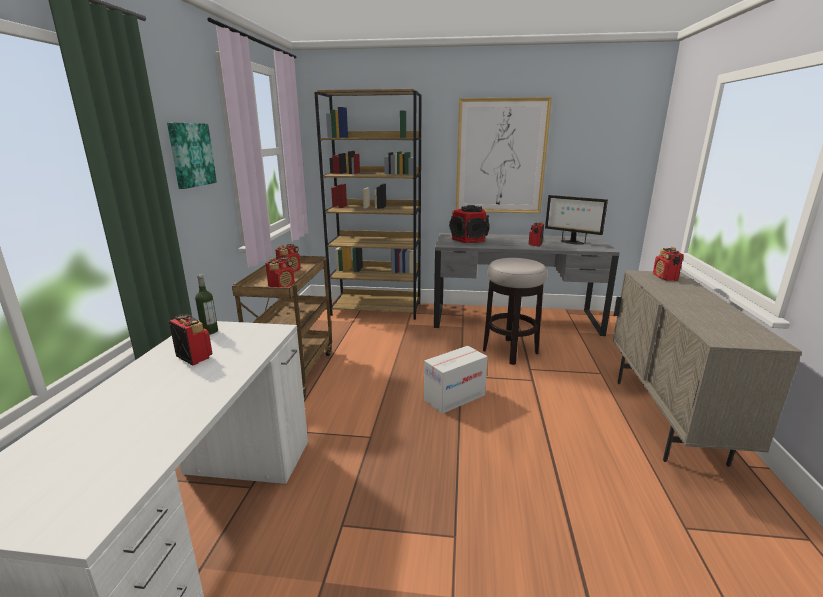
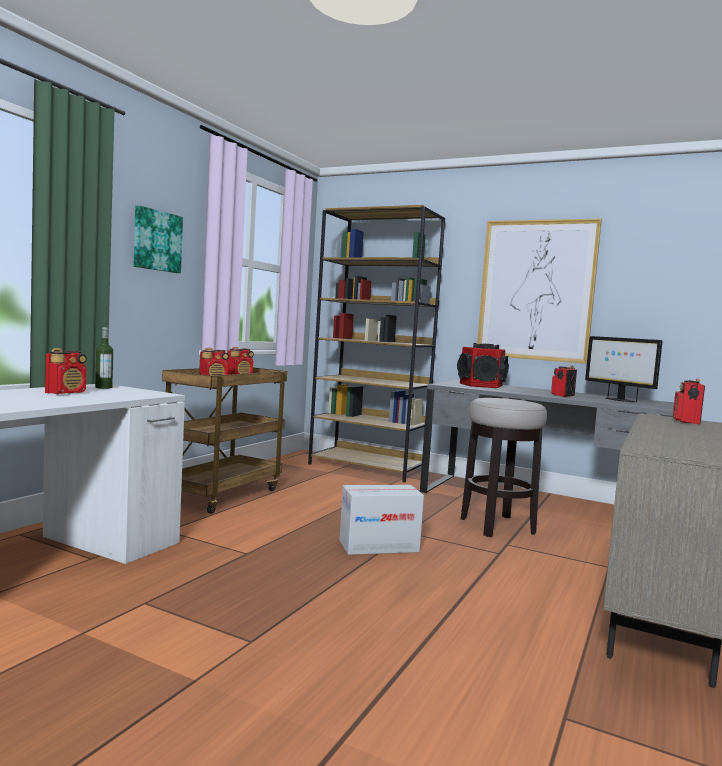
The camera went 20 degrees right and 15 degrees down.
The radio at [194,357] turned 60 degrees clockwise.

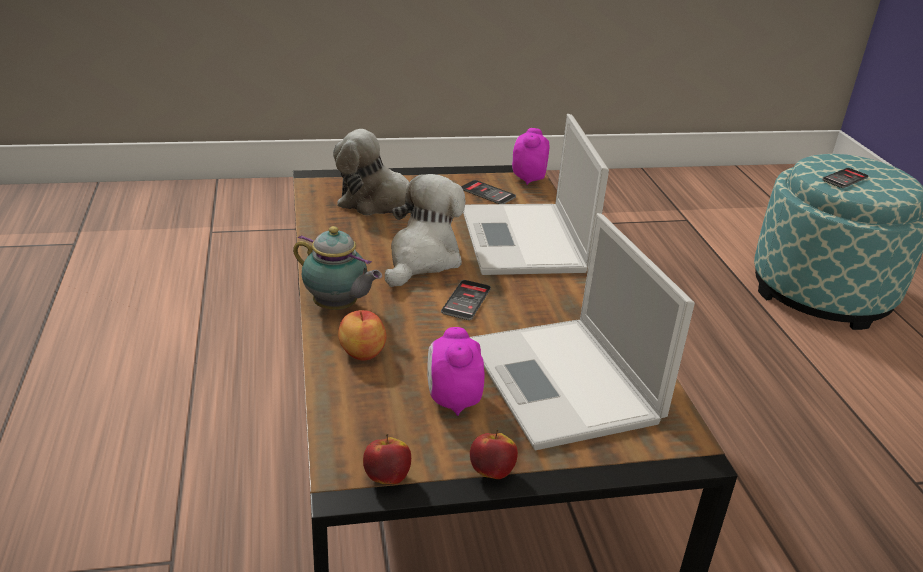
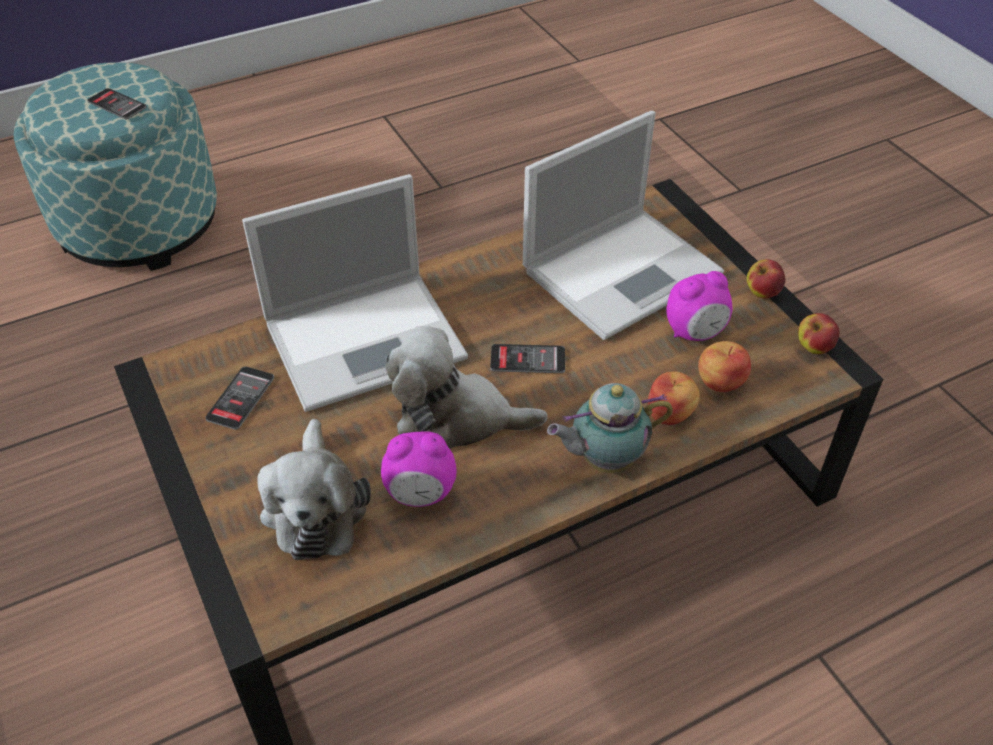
The camera went 105 degrees left and 15 degrees up.
The réveil moved from [527,178] to [420,493].
The théière at [337,308] turned 120 degrees counterclockwise.
The pomme at [720,381] appeared.

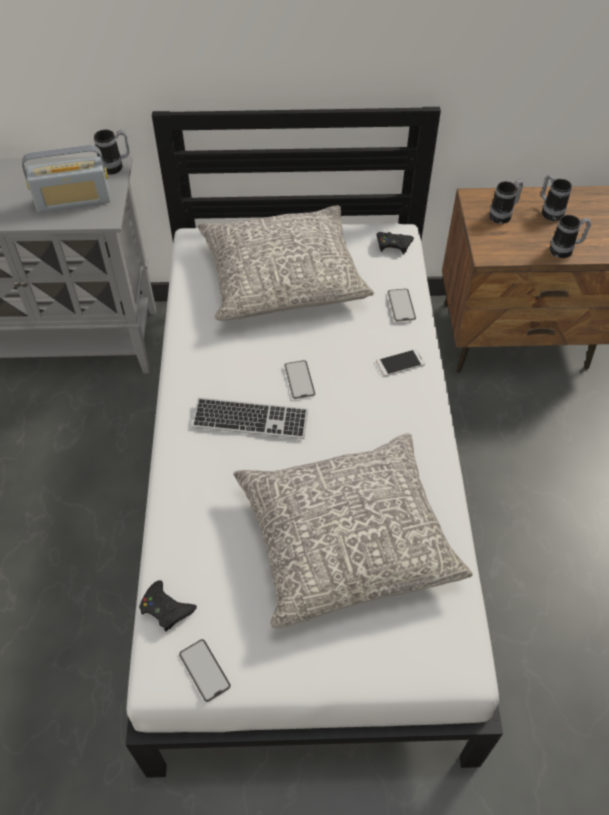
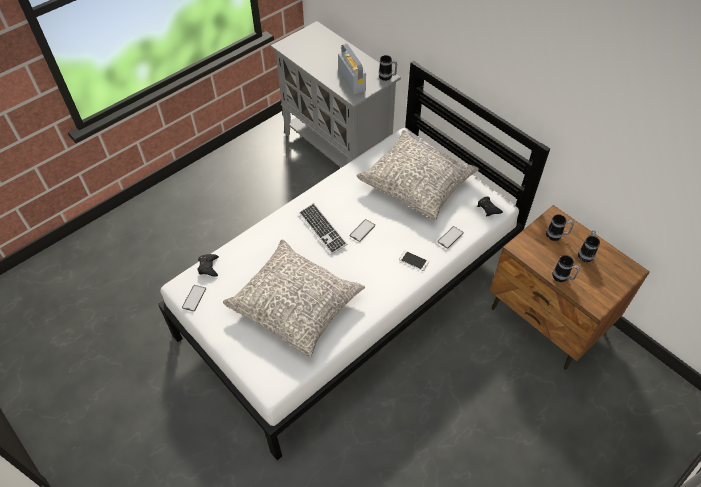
The camera went 50 degrees right and 0 degrees up.
The radio at [73,201] turned 150 degrees counterclockwise.

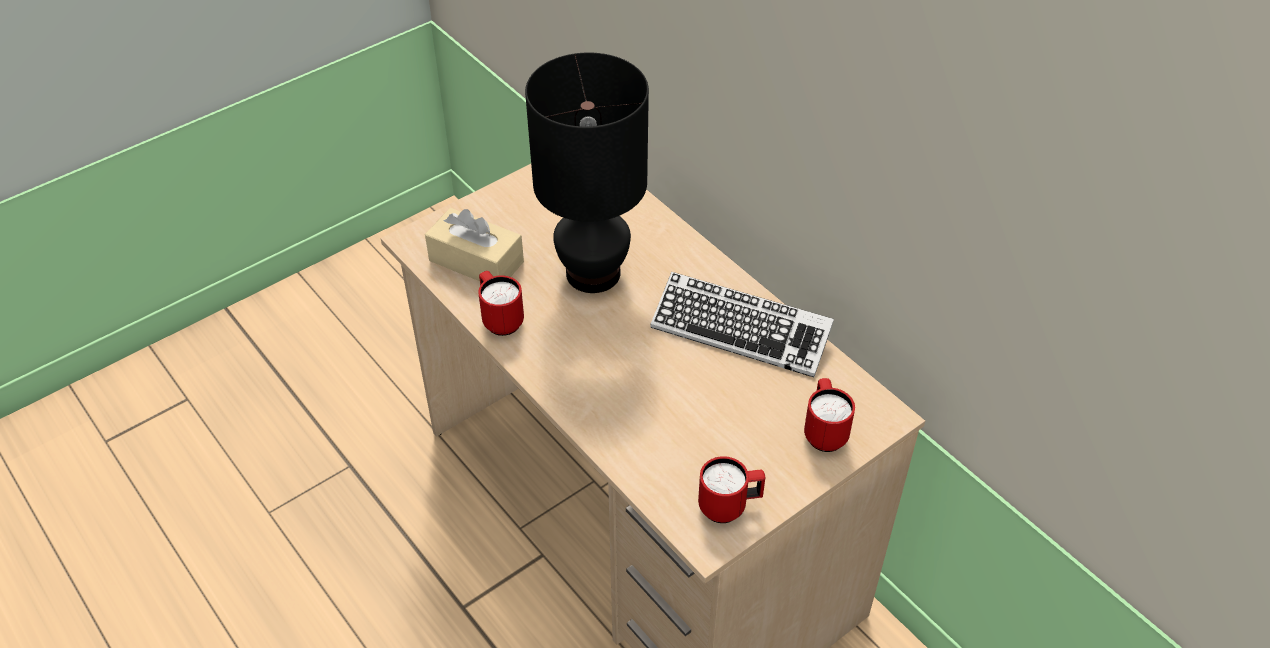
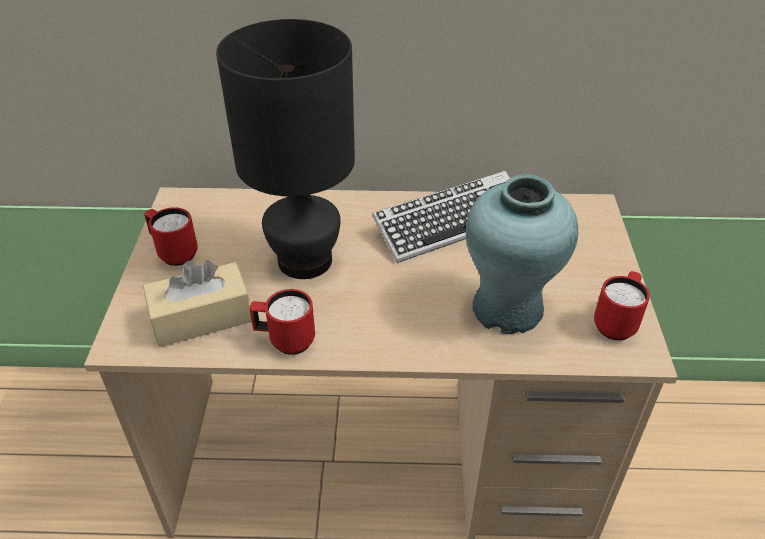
The camera went 50 degrees left and 5 degrees down.
The mug/rouge moved from [824,431] to [174,253].
The vase/turquoise at [508,309] appeared.

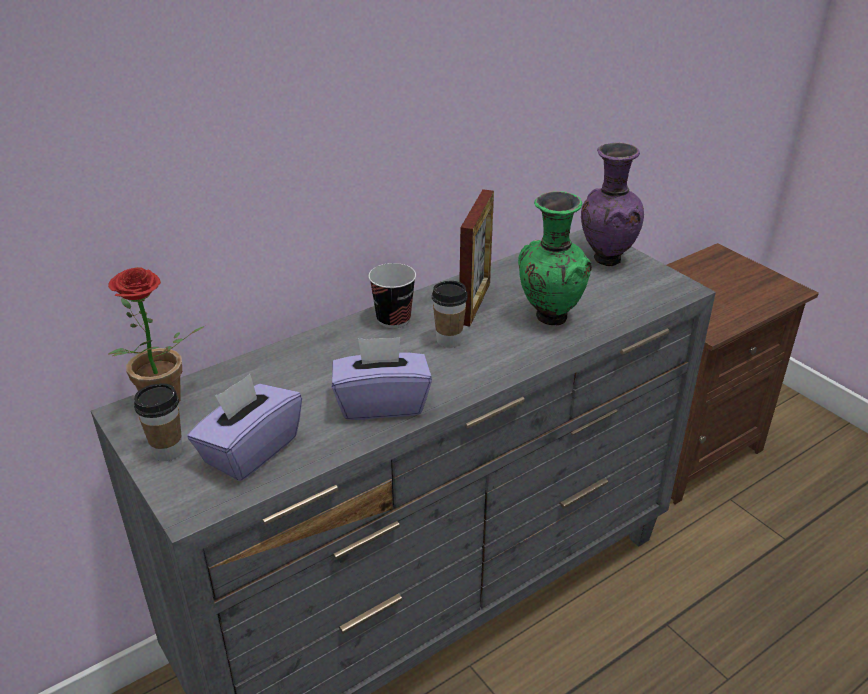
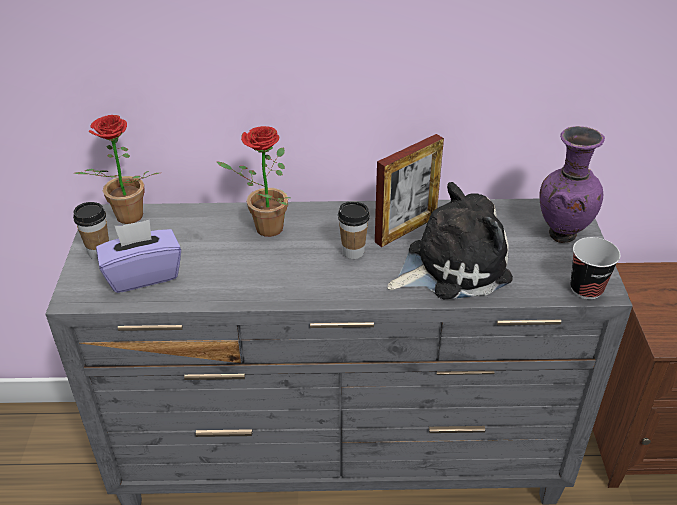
The camera went 35 degrees right and 5 degrees up.
The plante en pot at [263,229] appeared.
The vase/vert at [548,318] was replaced by the peluche at [451,266].
The tasse moved from [393,319] to [586,289].
The boîte à mouchoirs/violet at [381,403] disappeared.

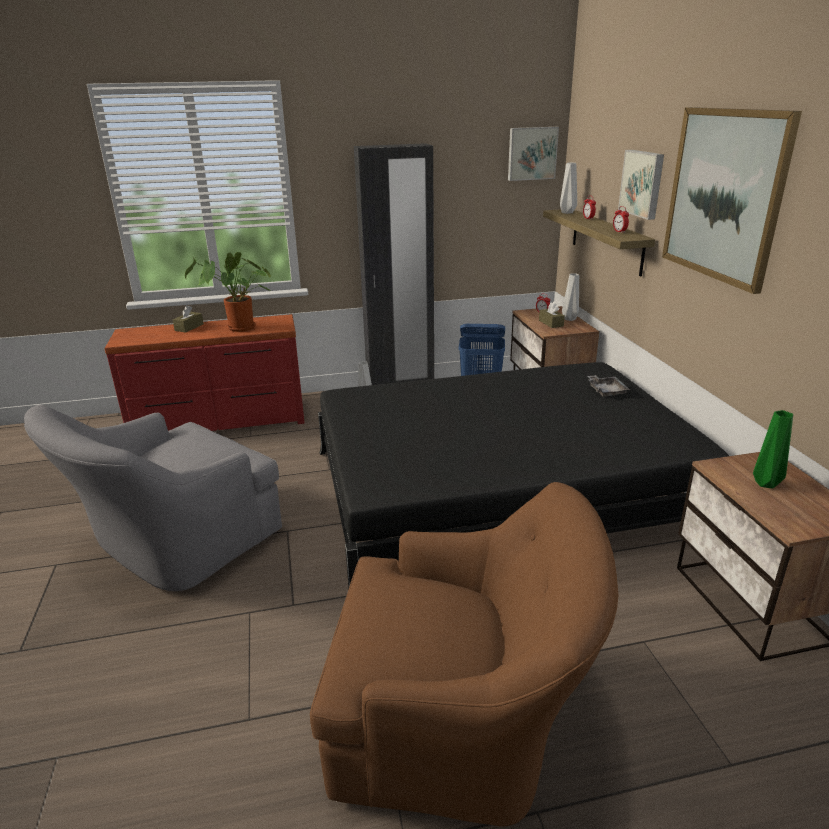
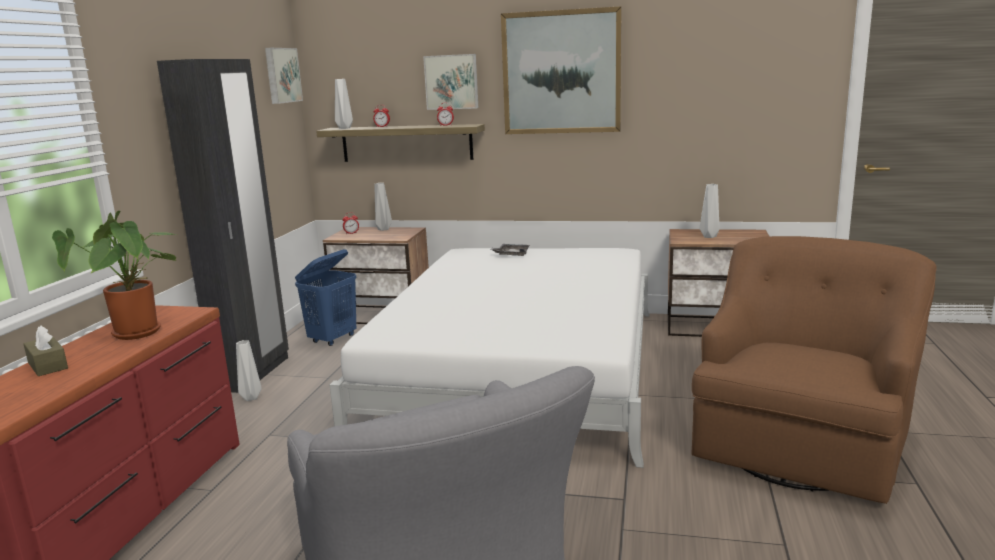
The camera went 65 degrees left and 10 degrees down.
The lit/noir at [499,491] became the lit/blanc at [519,367].
The vase/vert at [765,484] became the vase/gris at [710,236].
The boîte à mouchoirs/marron at [551,323] disappeared.

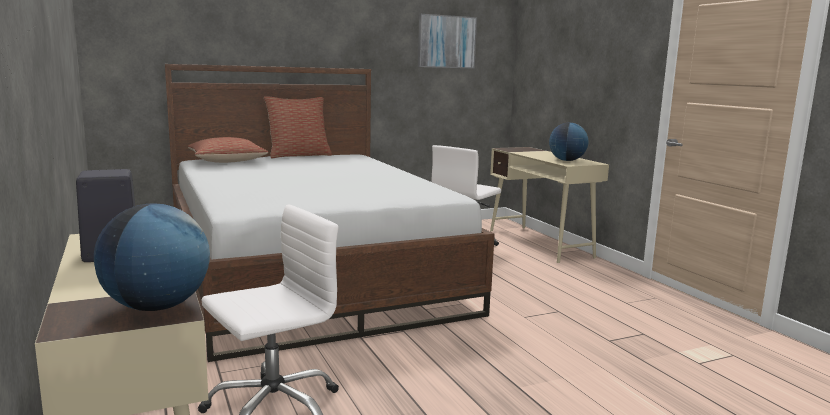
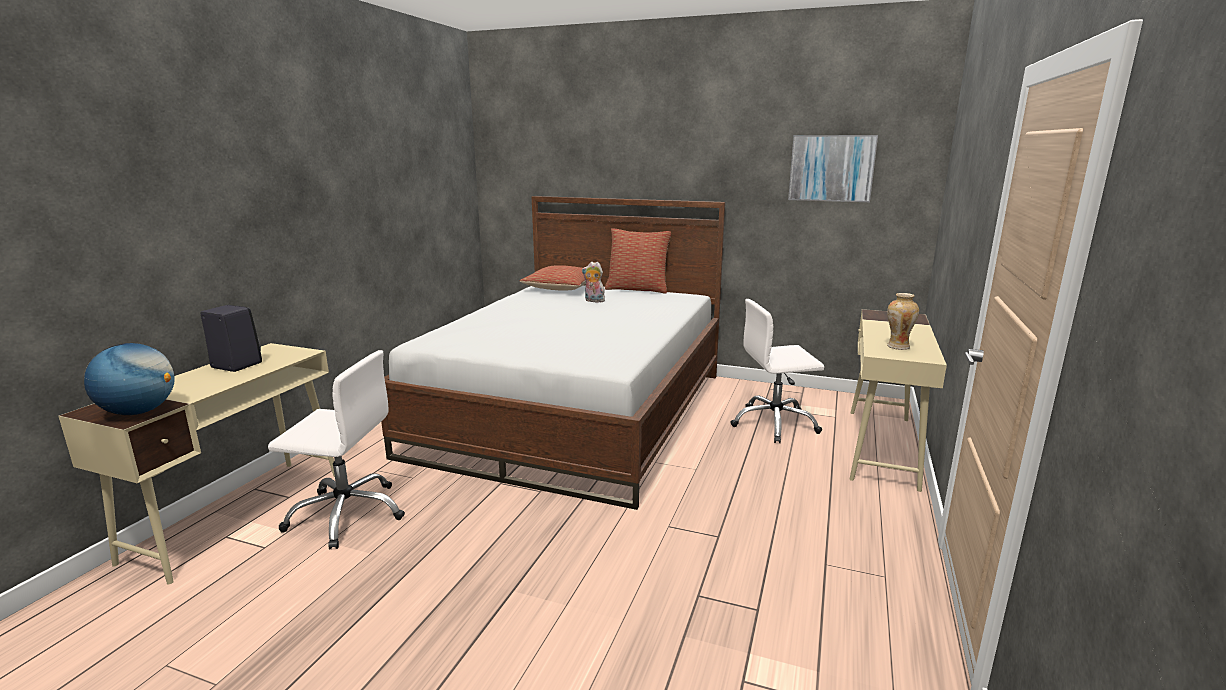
The camera went 45 degrees right and 5 degrees up.
The peluche at [593,301] appeared.
The globe at [567,160] was replaced by the vase at [897,347].

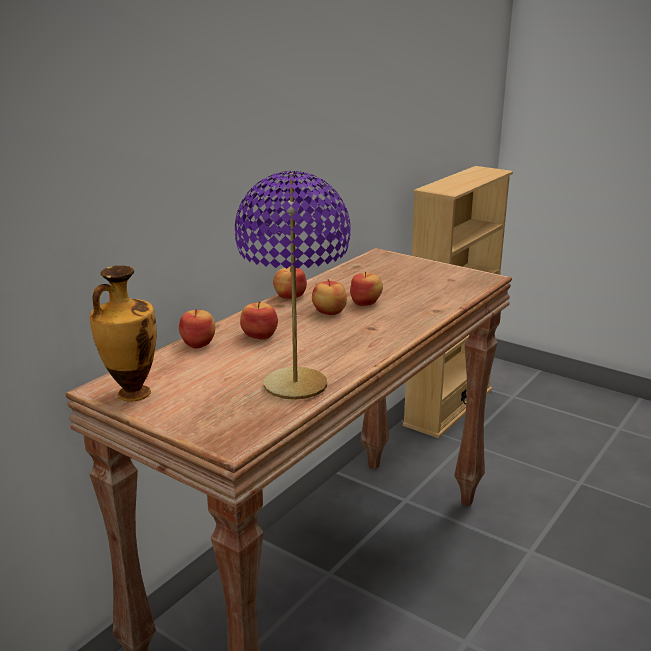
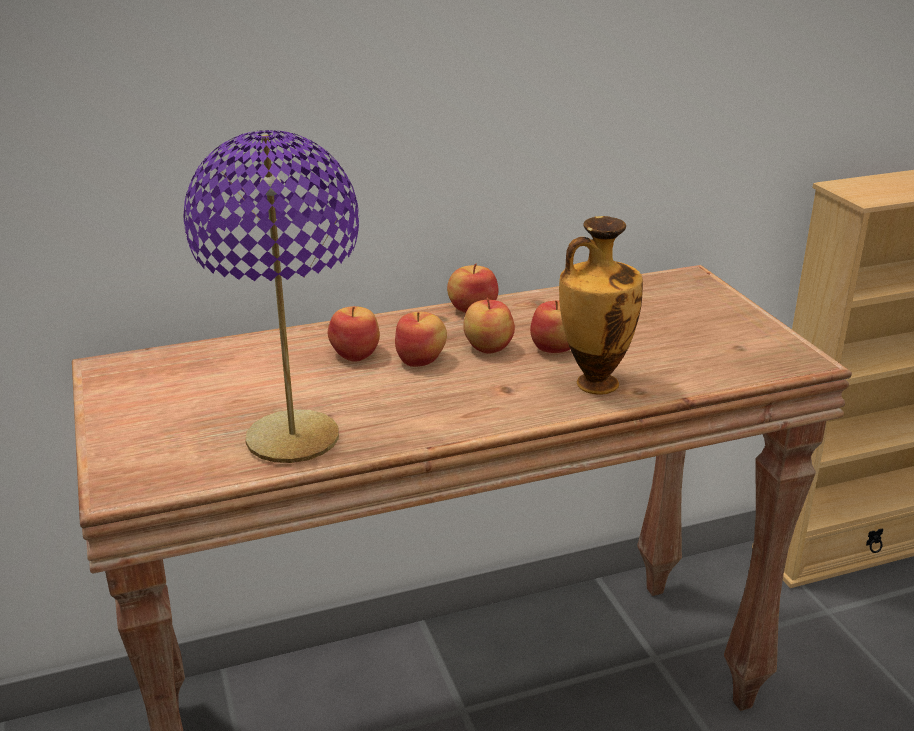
The camera went 35 degrees right and 5 degrees up.
The pomme moved from [199,343] to [421,359].
The vase moved from [131,394] to [594,383].

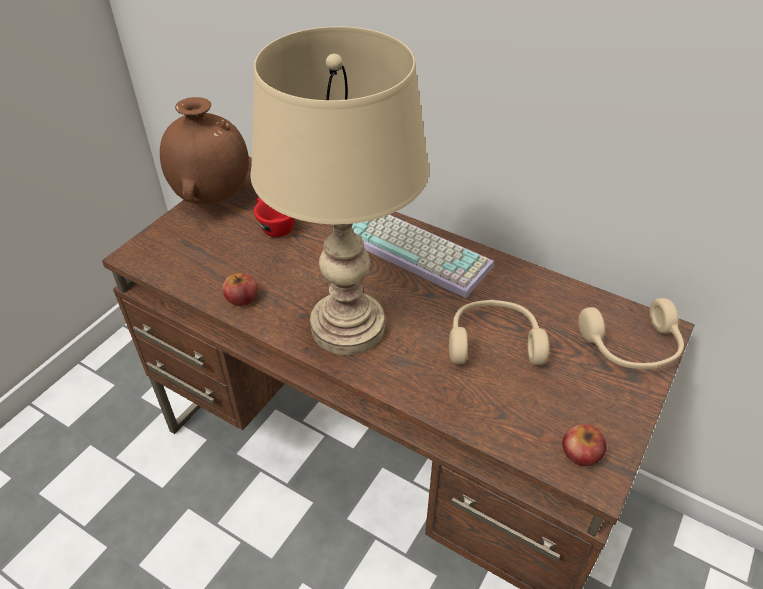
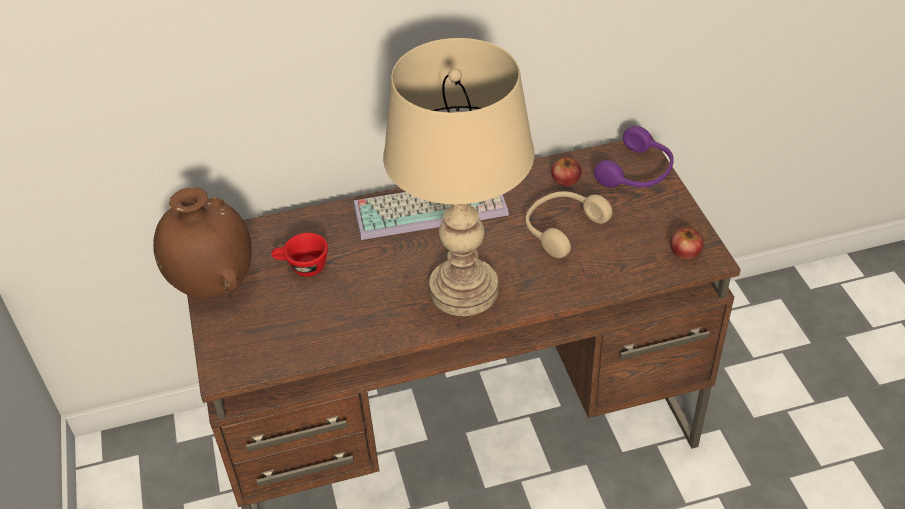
The camera went 45 degrees left and 0 degrees up.
The pomme moved from [242,298] to [565,180].
The casque audio/beige at [632,348] became the casque audio/violet at [637,173].

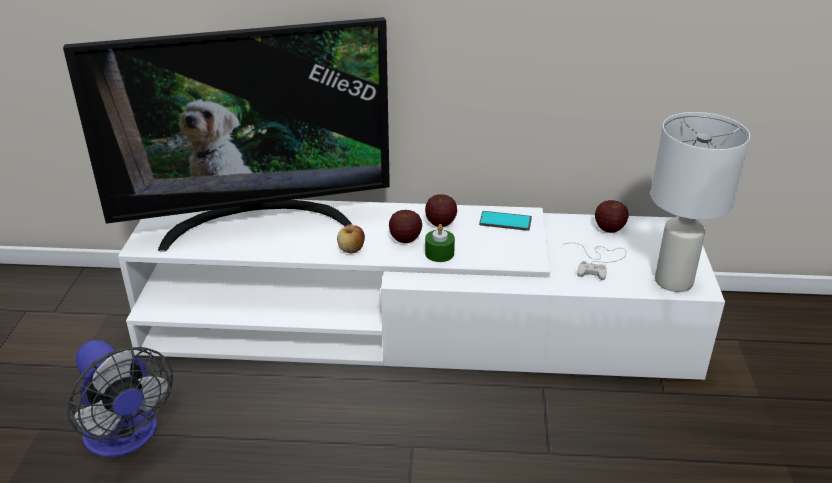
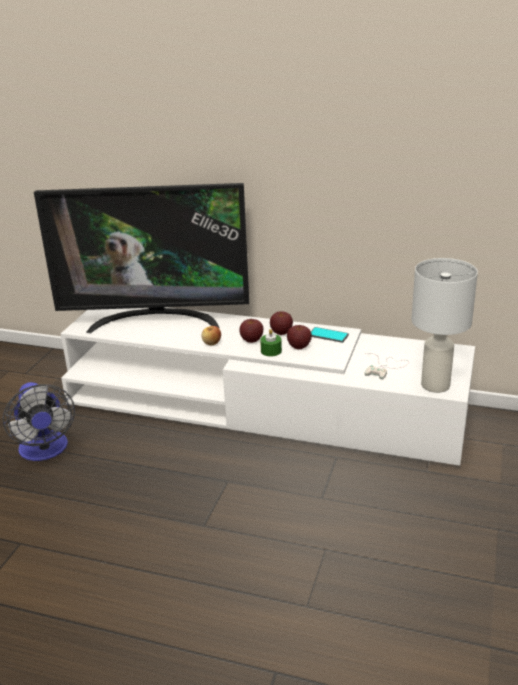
The camera went 15 degrees right and 5 degrees down.
The pomme moved from [609,229] to [299,346].

